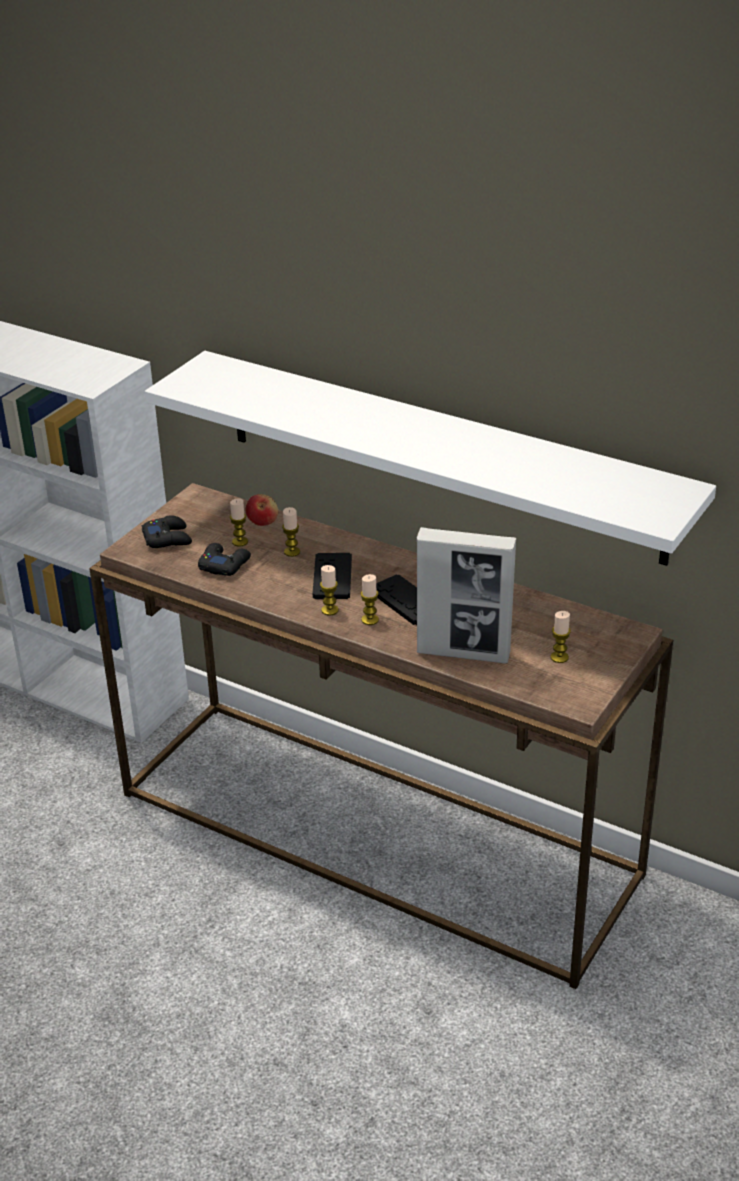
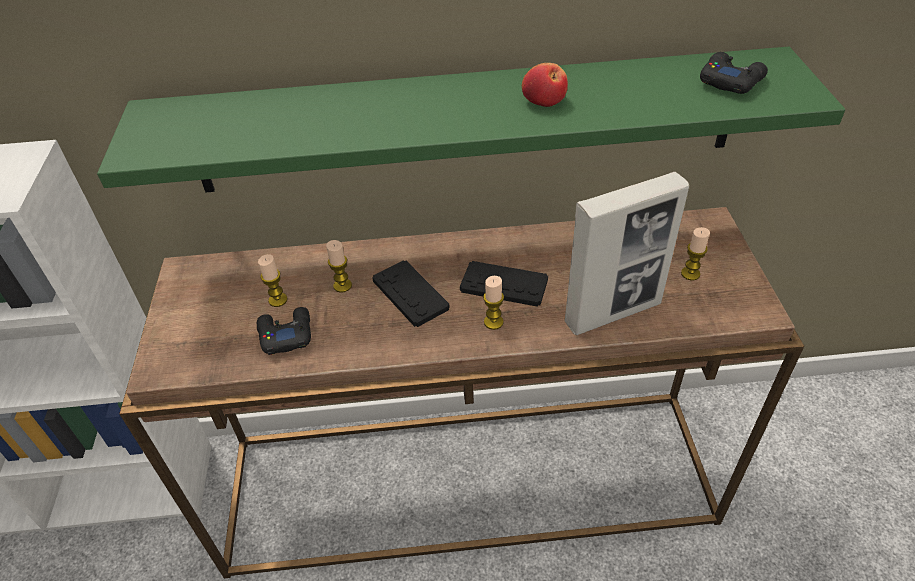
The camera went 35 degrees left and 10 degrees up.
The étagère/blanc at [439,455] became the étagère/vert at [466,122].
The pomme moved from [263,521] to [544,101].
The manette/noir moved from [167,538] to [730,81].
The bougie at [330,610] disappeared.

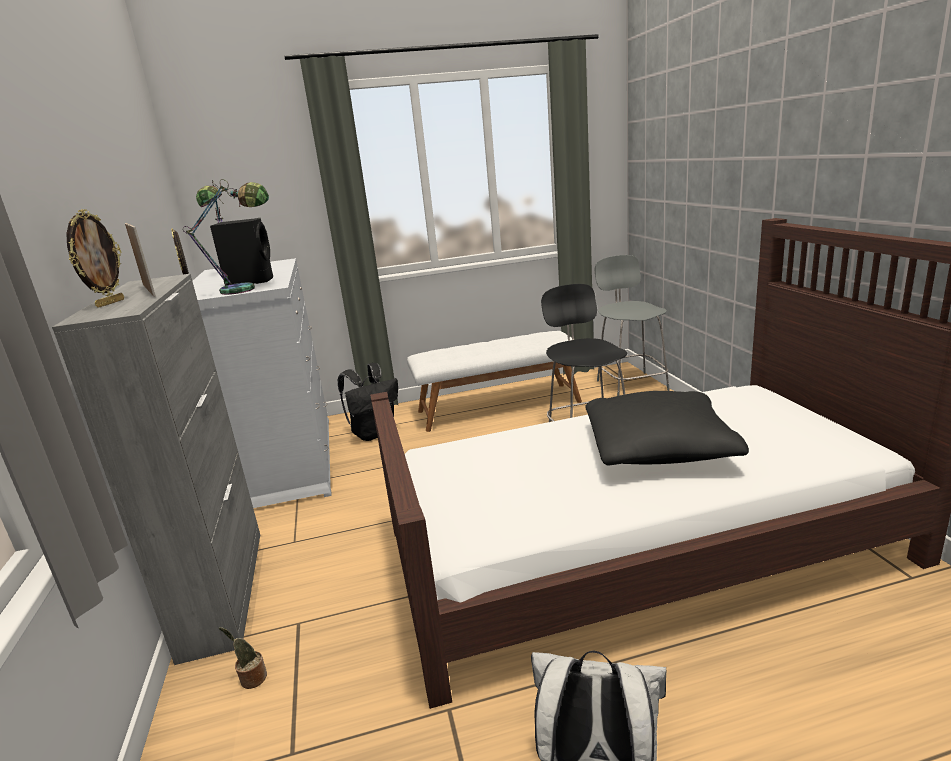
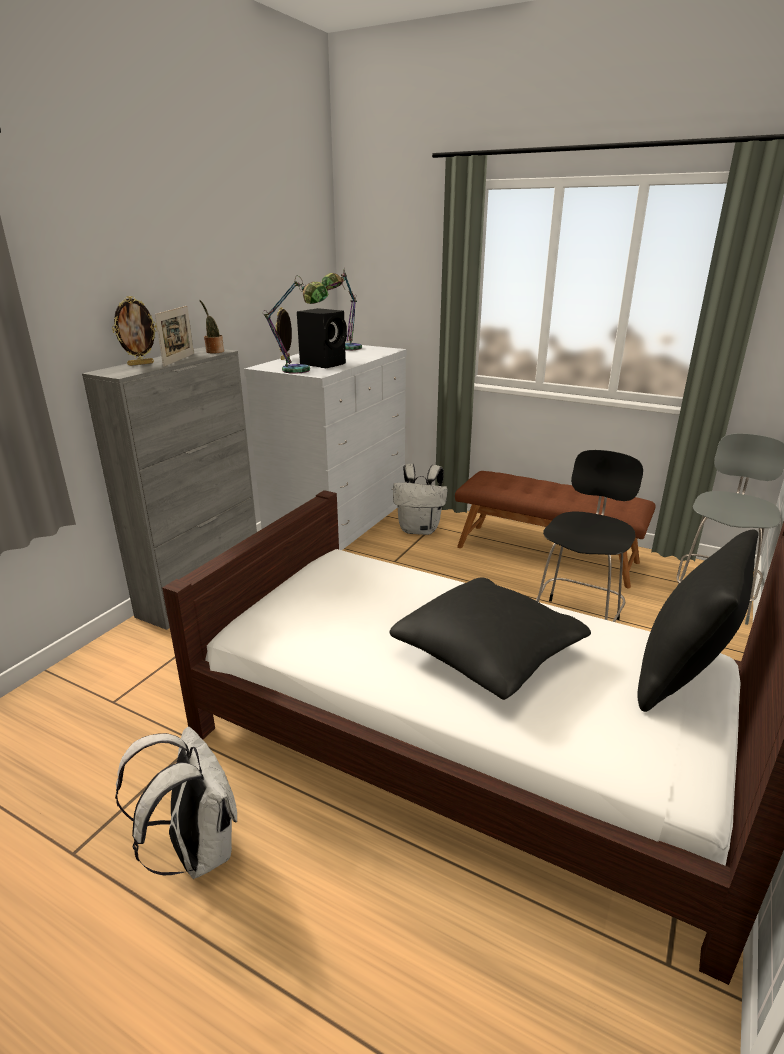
The camera went 40 degrees right and 5 degrees up.
The plante en pot moved from [251,678] to [214,351].
The sac à dos/noir at [374,433] became the sac à dos/blanc at [420,529].
The banc/blanc at [498,406] became the banc/marron at [546,554].
The coussin/noir at [682,677] appeared.

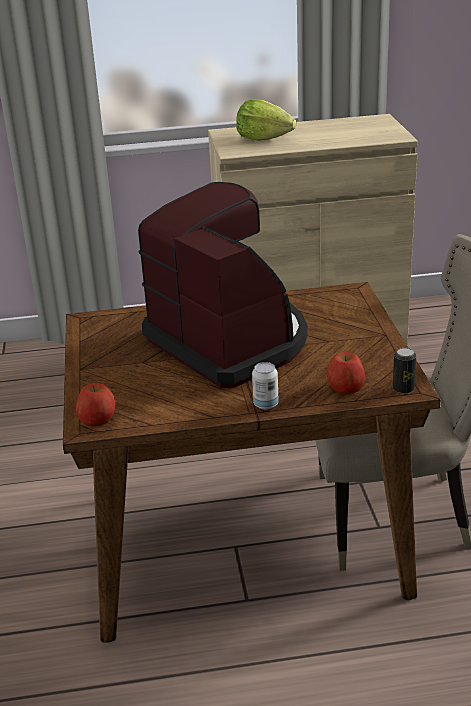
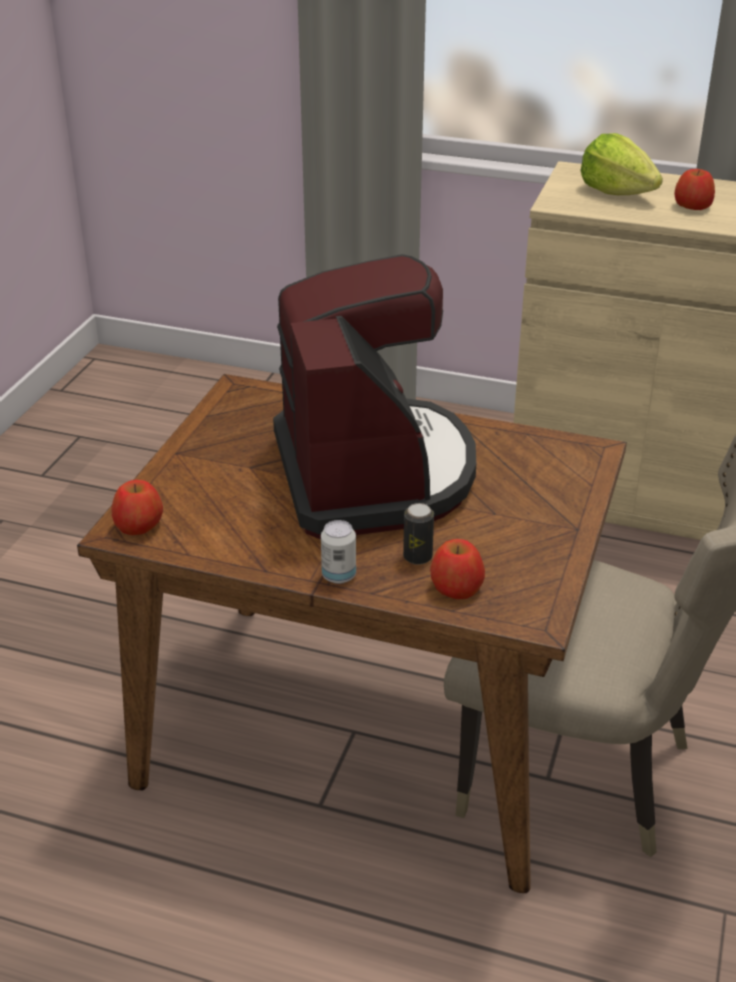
The camera went 25 degrees right and 5 degrees up.
The boîte métallique moved from [403,389] to [417,557].
The pomme at [692,206] appeared.

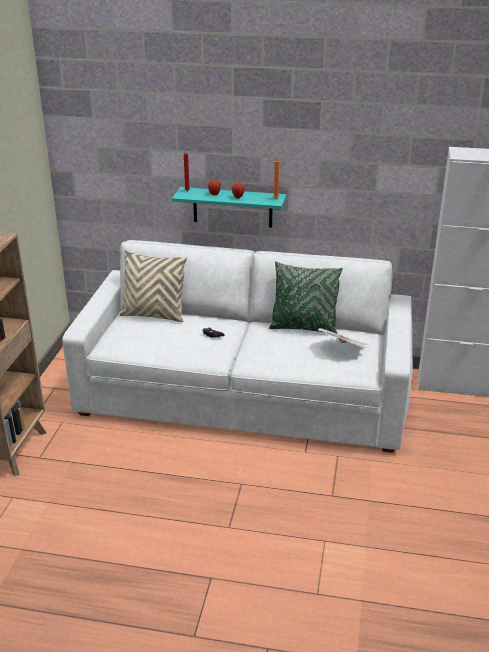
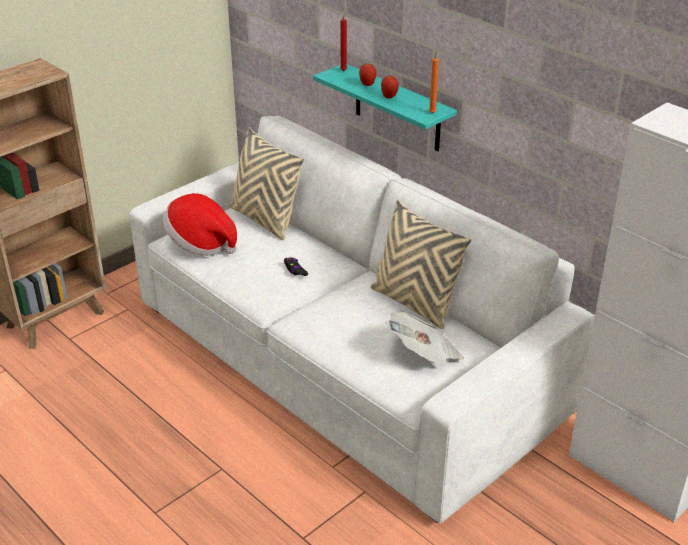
The camera went 35 degrees right and 5 degrees up.
The chapeau at [201,243] appeared.
The coussin/vert at [303,327] became the coussin/beige at [414,303].

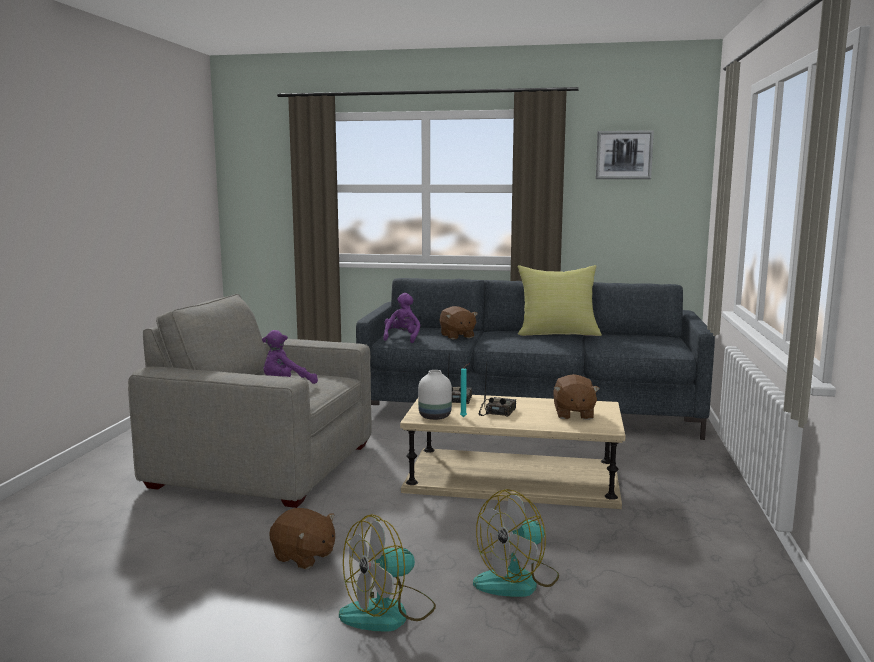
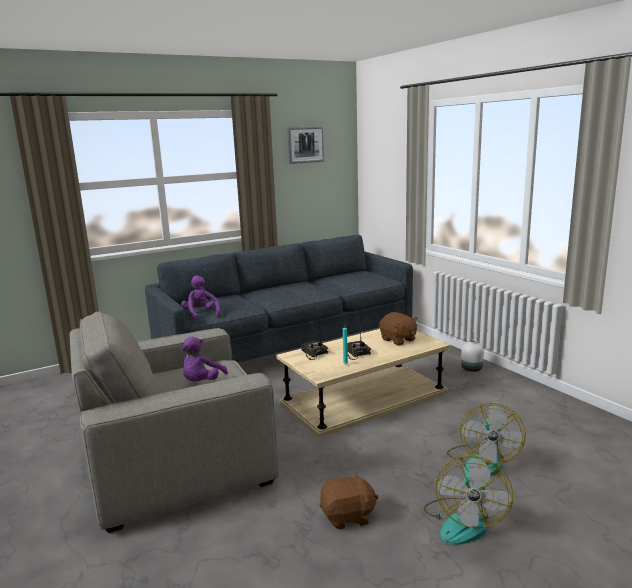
The camera went 40 degrees left and 5 degrees up.
The vase/blanc moved from [435,417] to [472,369].
The peluche/marron at [457,336] disappeared.
The coussin/jaune at [558,333] disappeared.

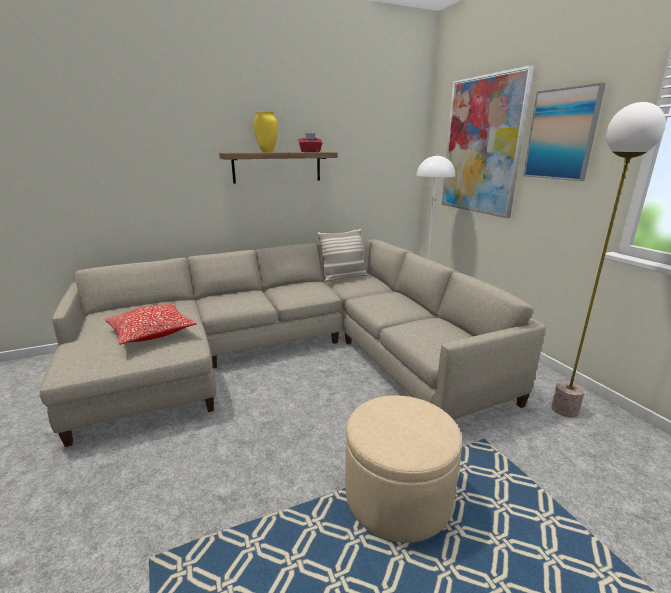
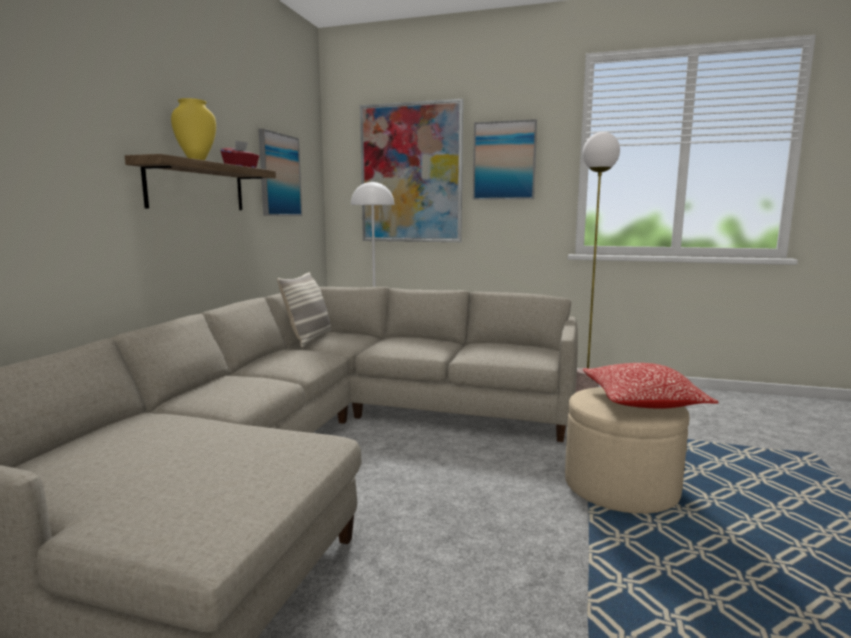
The camera went 50 degrees left and 10 degrees down.
The tableau at [279,175] appeared.
The coussin moved from [152,333] to [642,401].

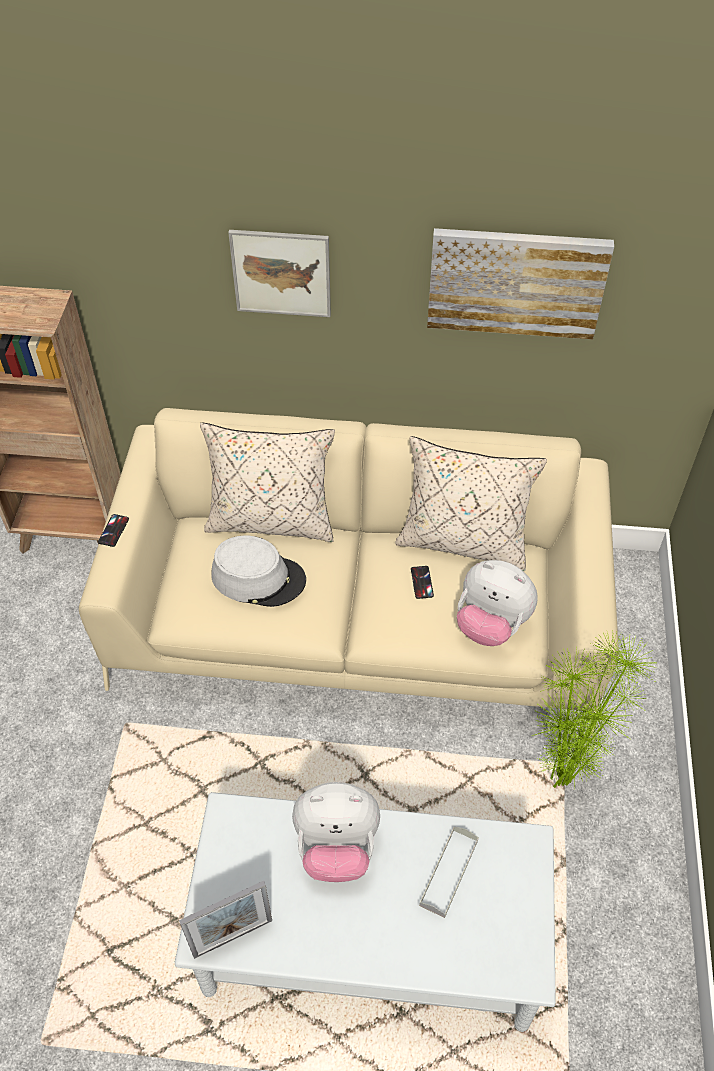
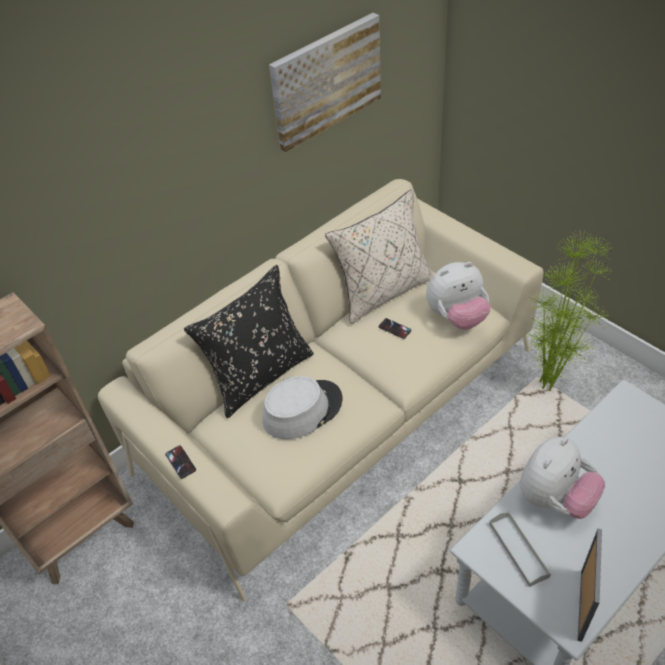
The camera went 45 degrees left and 5 degrees down.
The coussin/beige at [271,520] became the coussin/noir at [259,375].
The plateau/gris moved from [449,872] to [518,550].
The tableau at [281,273] disappeared.

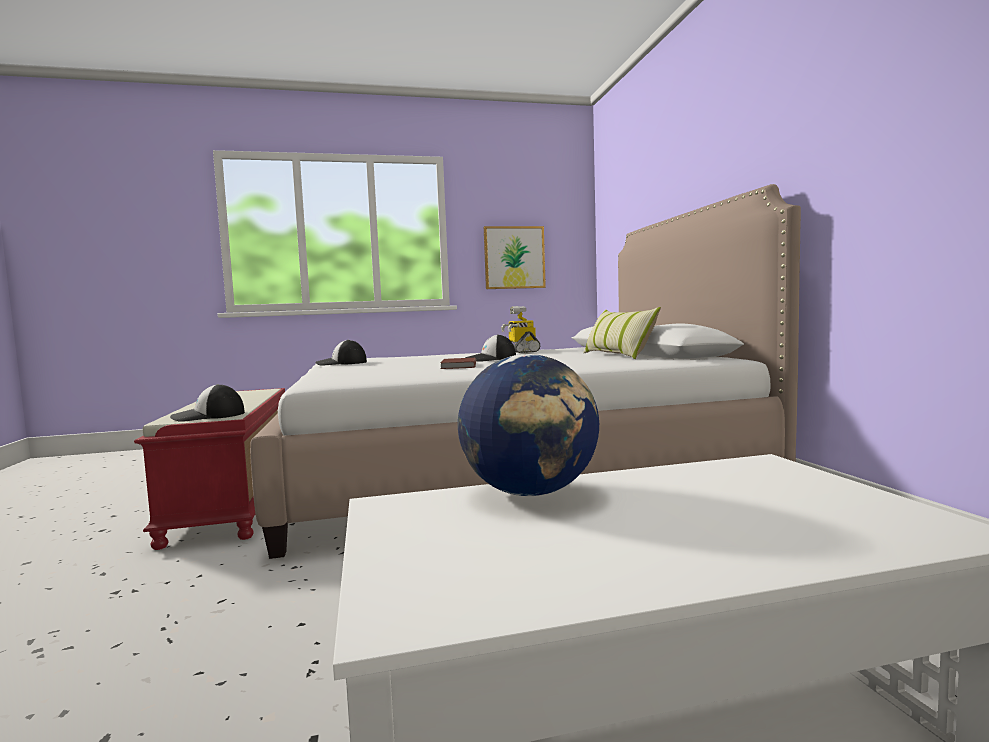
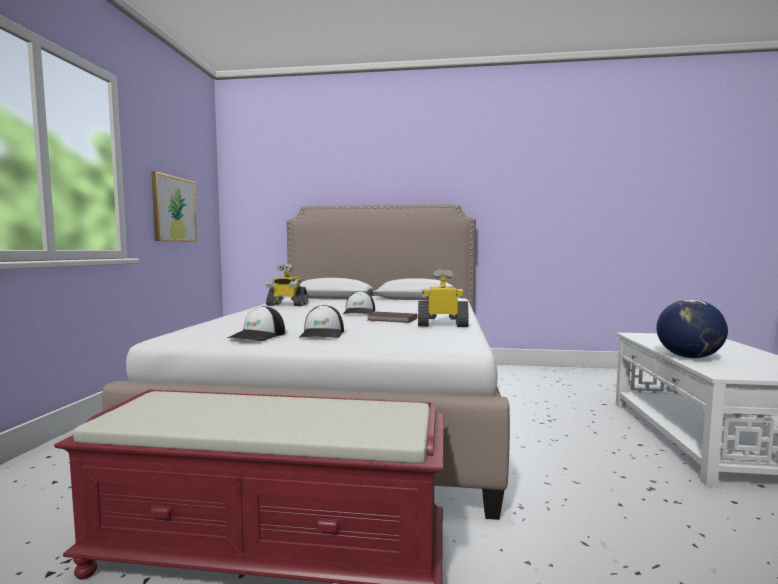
The camera went 70 degrees left and 0 degrees up.
The casquette moved from [208,416] to [322,334].
The robot jouet at [442,325] appeared.
The coussin at [618,355] disappeared.

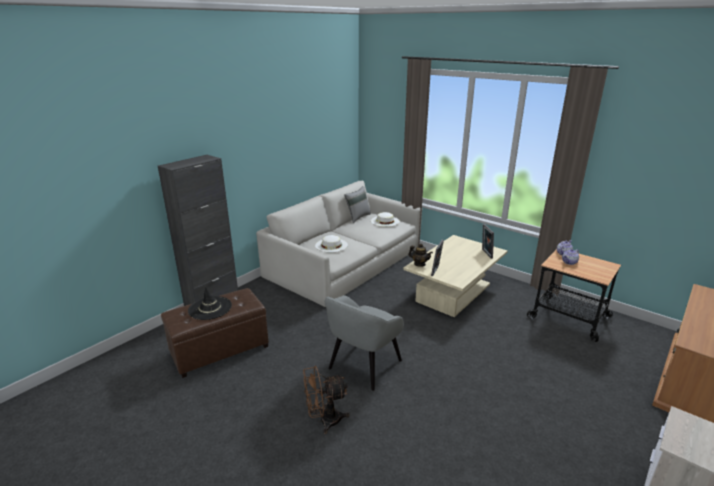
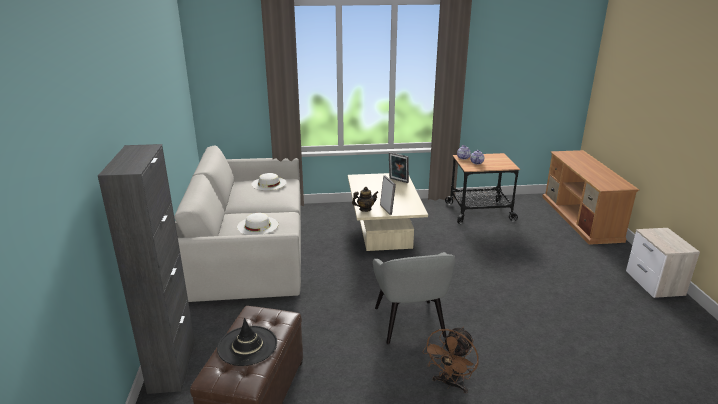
The camera went 45 degrees left and 0 degrees up.
The coussin/gris at [357,217] disappeared.

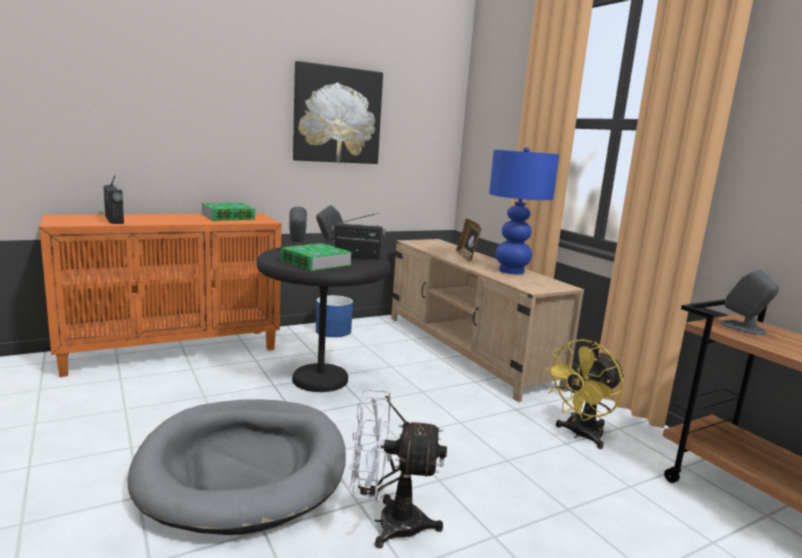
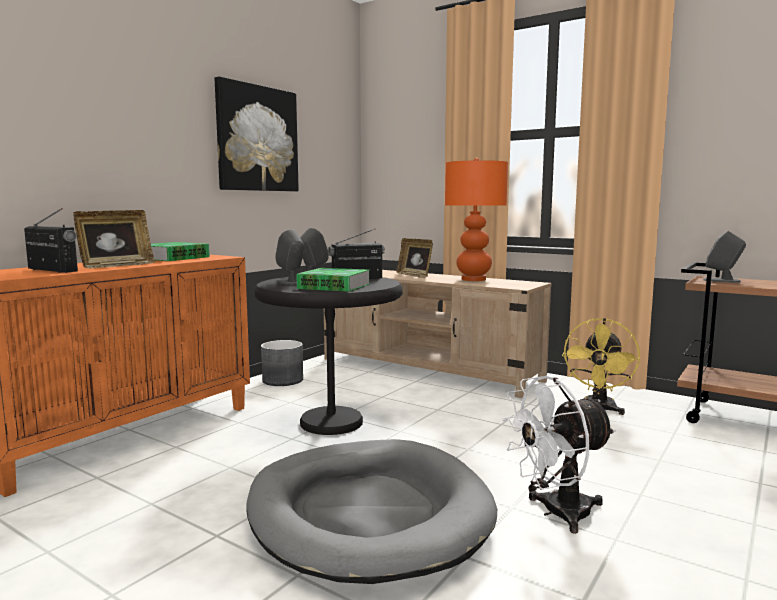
The camera went 25 degrees left and 5 degrees down.
The cadre photo at [116,266] appeared.
The cache-pot/bleu at [333,331] became the cache-pot/gris at [283,380].
The lampe de table/bleu at [511,271] became the lampe de table/orange at [473,279].

